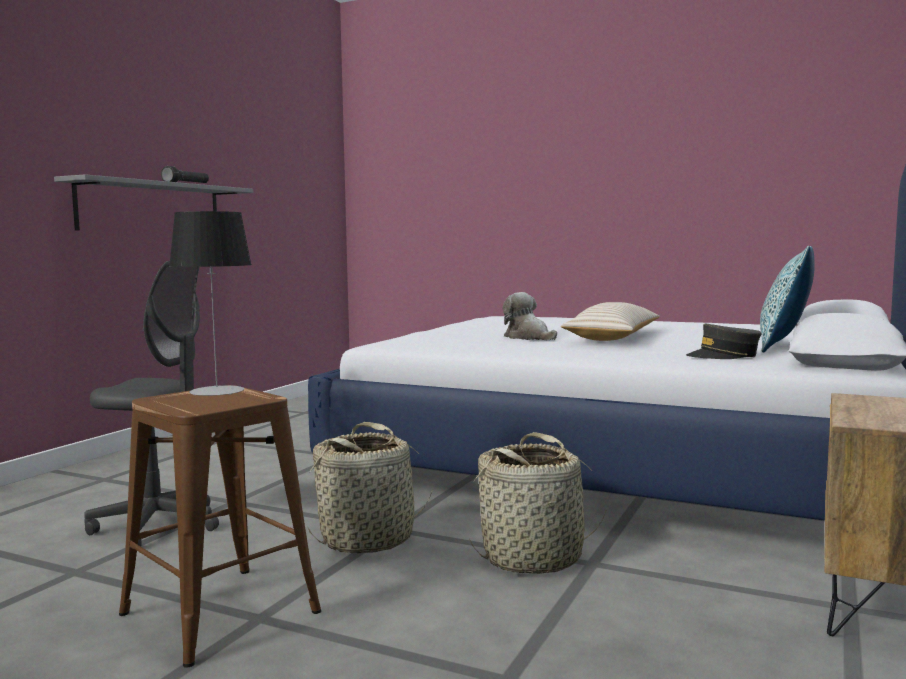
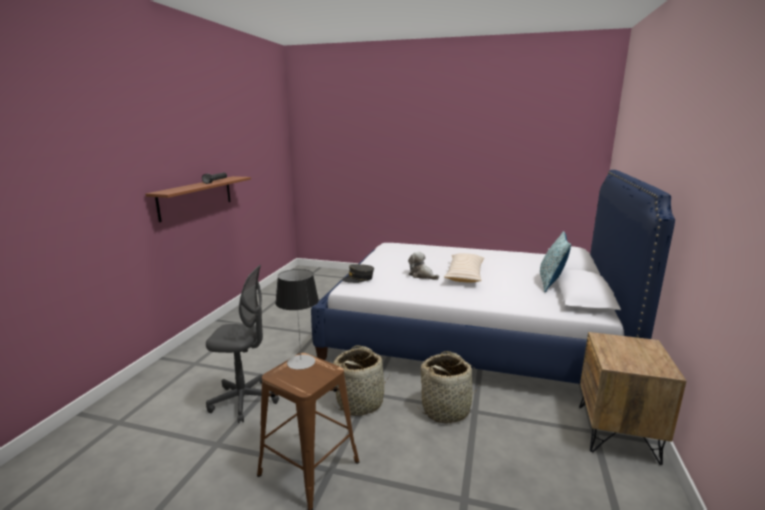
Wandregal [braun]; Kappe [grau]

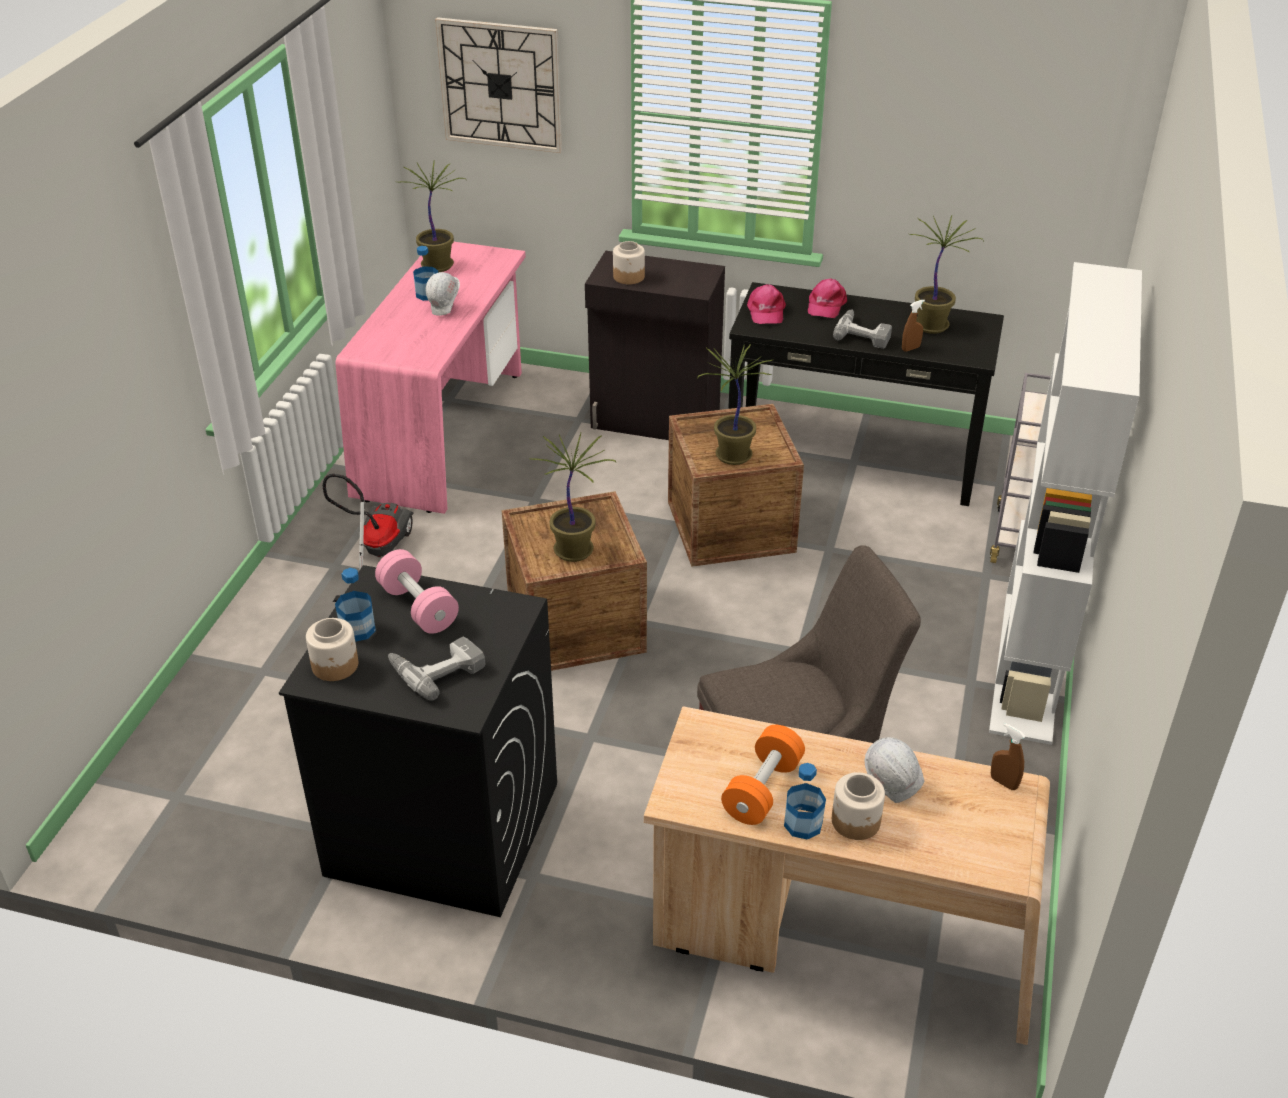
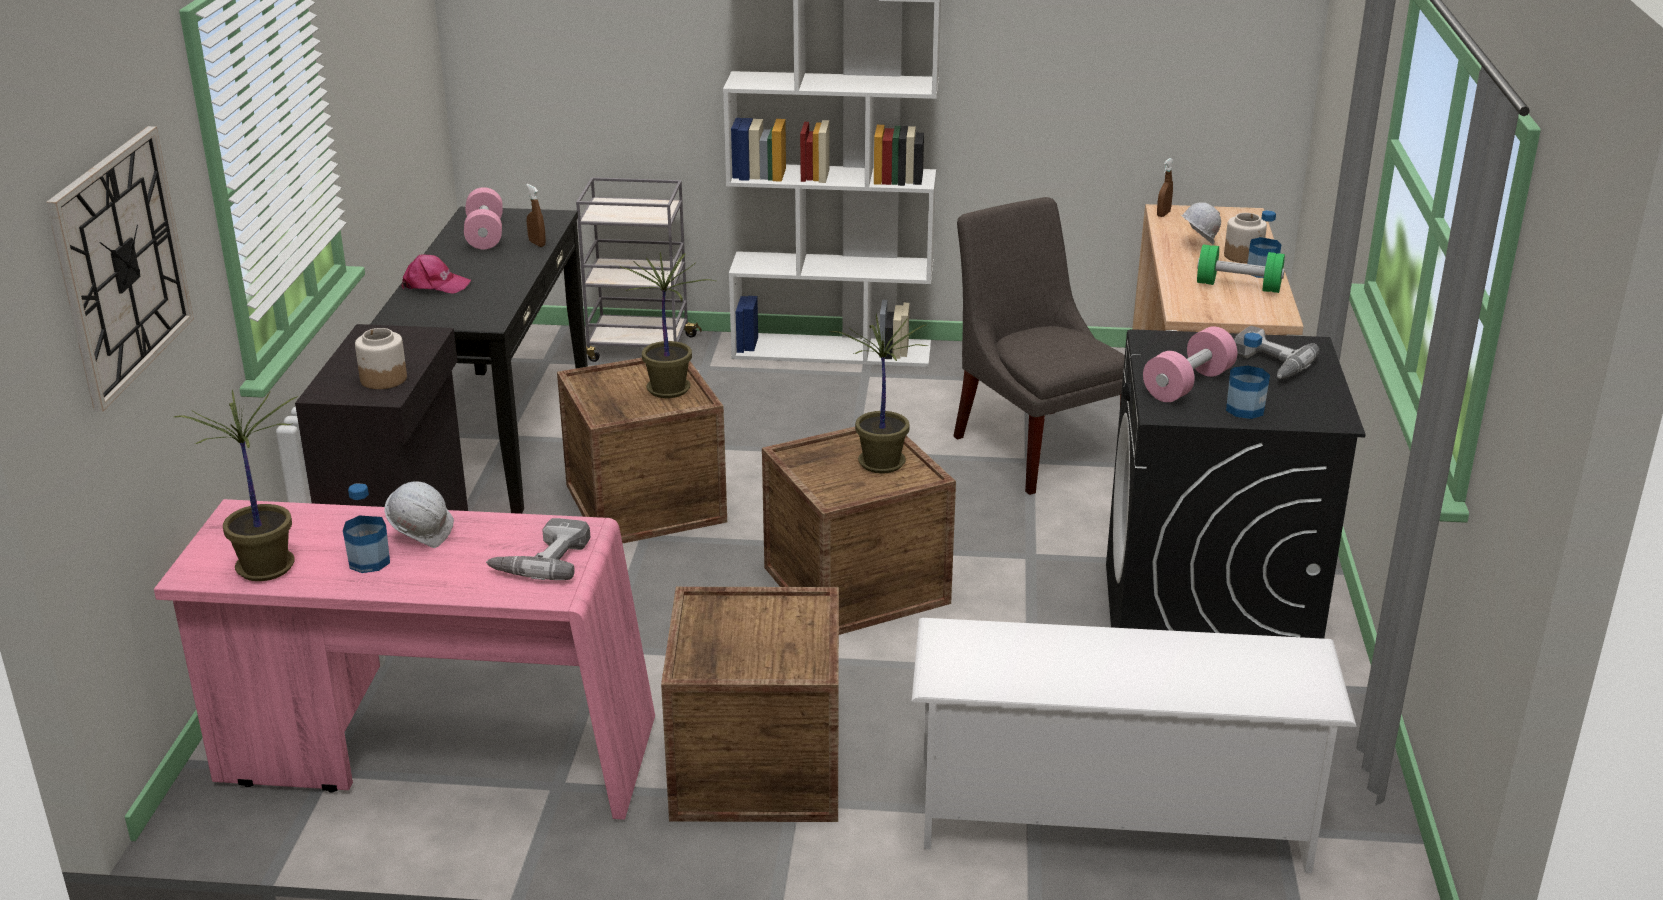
Hantel [rosa] (1st from left); Kappe [rosa] (1st from left in the first image); Bohrmaschine (1st from left); Kiste (2nd from left); Vorratsglas (1st from left in the first image); Hantel [grün]; Schuhregal [weiß]

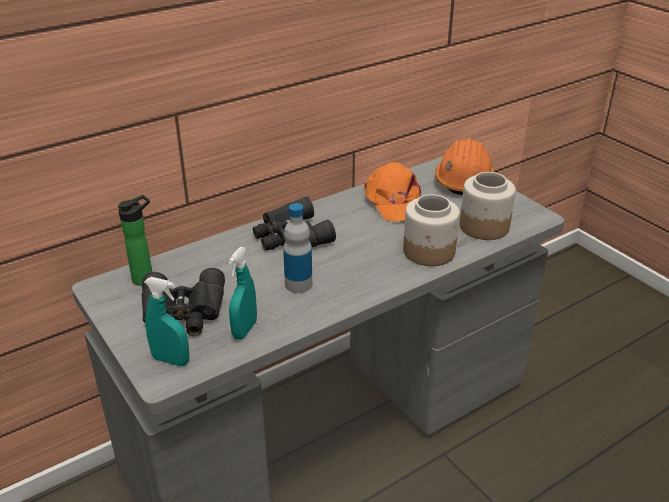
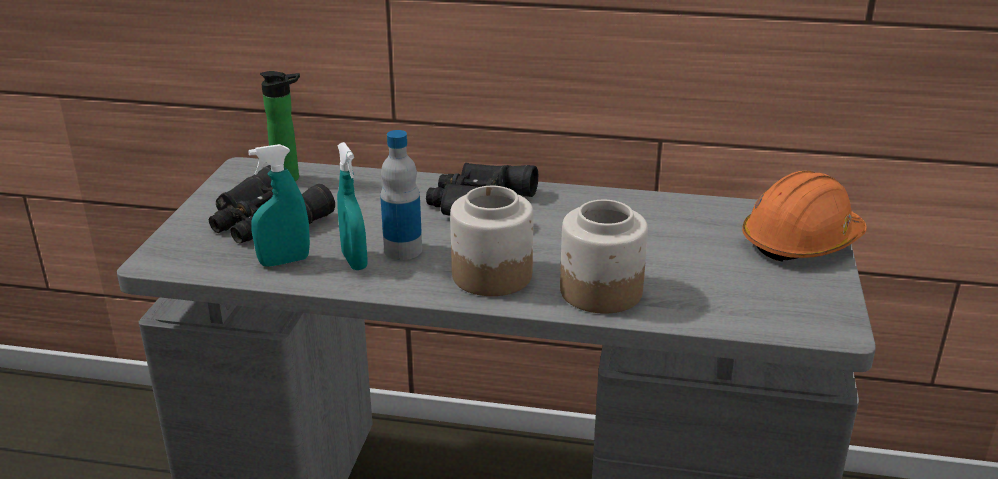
Kappe [orange]; Vorratsglas (1st from left); Sprühflasche [türkis] (2nd from left)

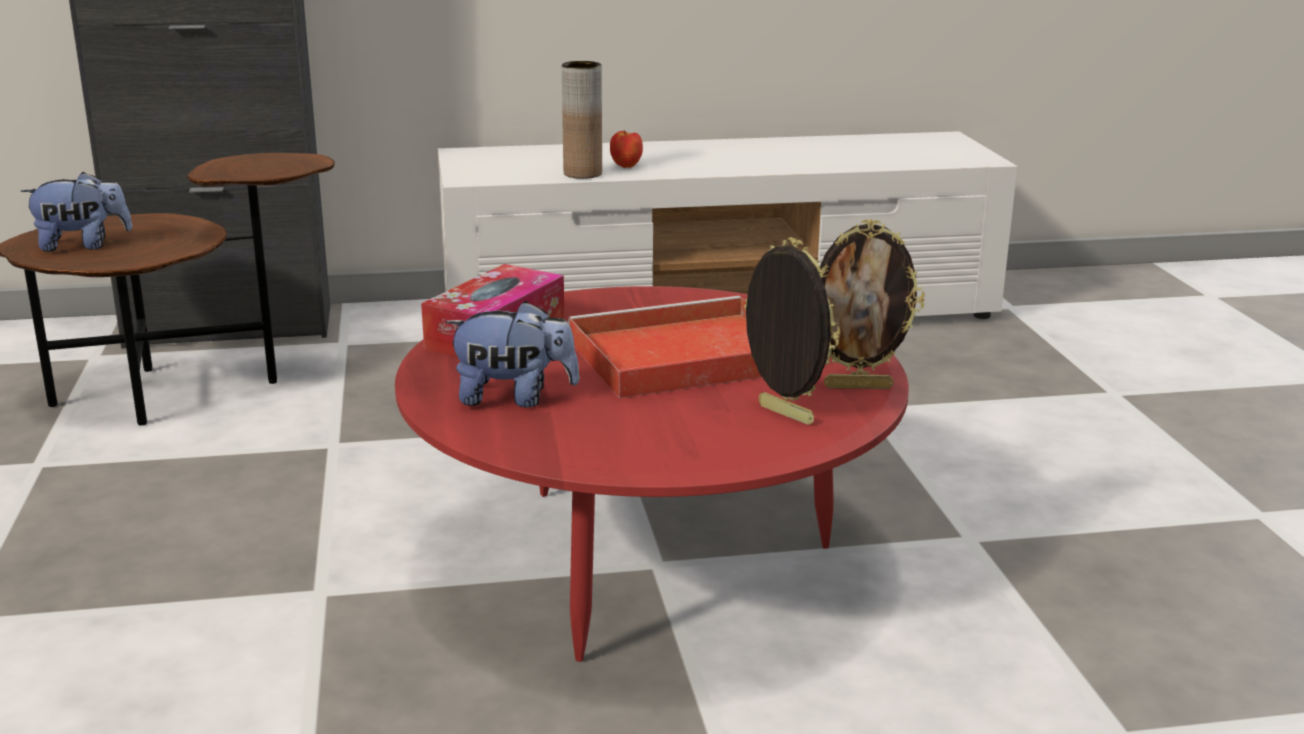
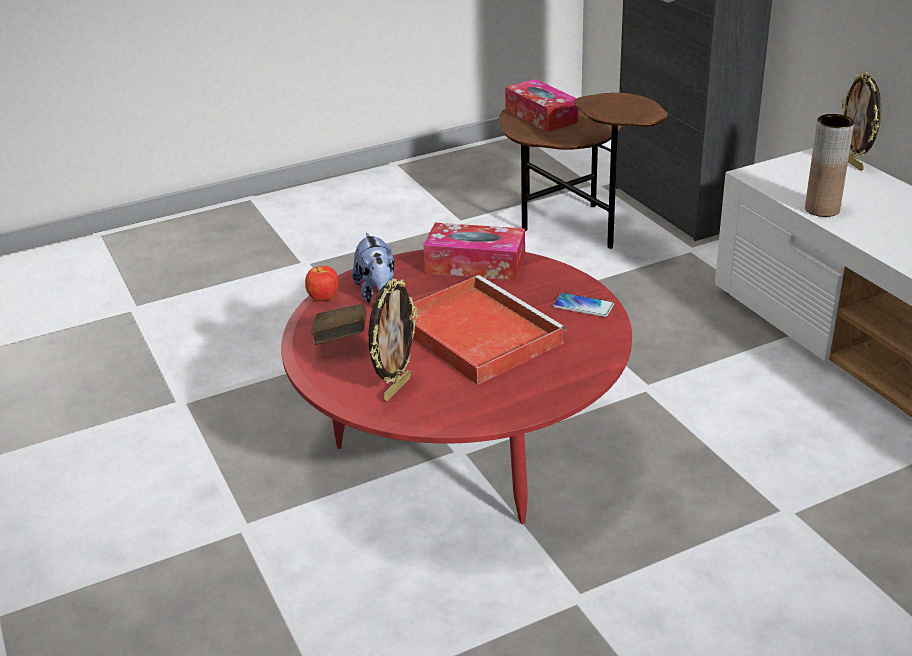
Apfel; Taschentuchbox (2nd from left); Bilderrahmen (2nd from left); Handy; Buch [braun]

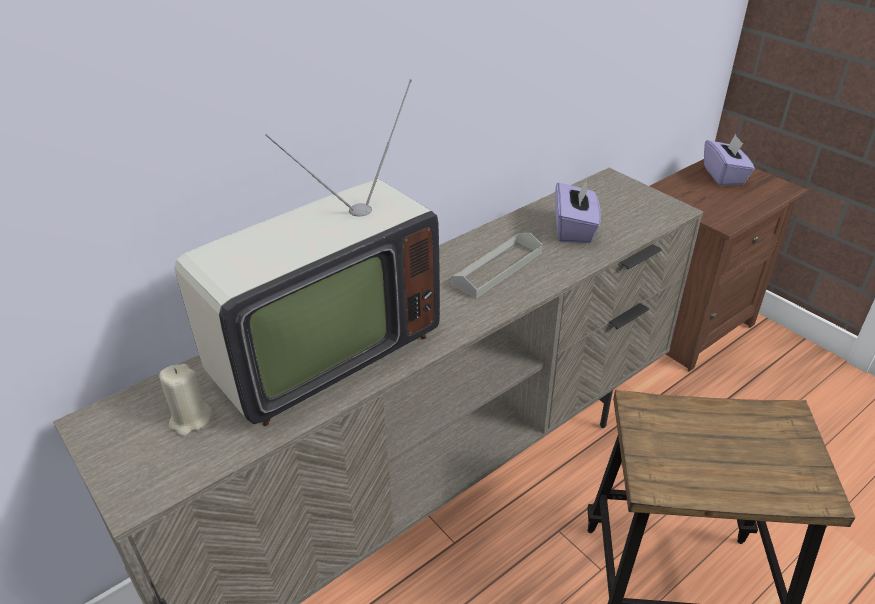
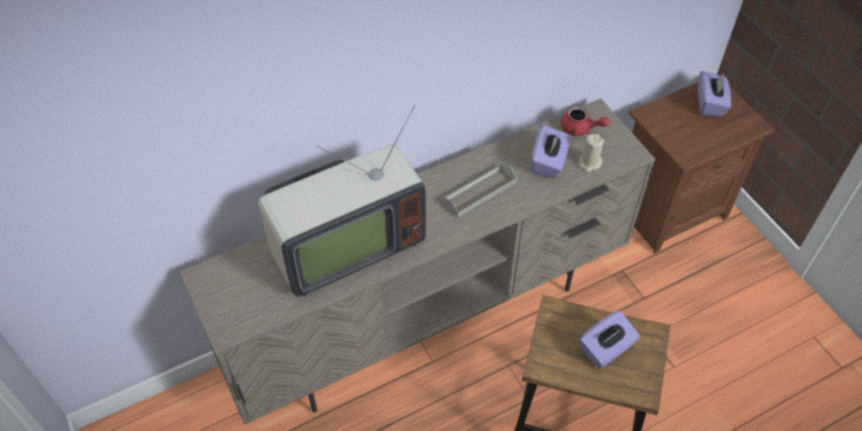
Kerze [beige]; Teekanne [rot]; Taschentuchbox [lila] (2nd from left)

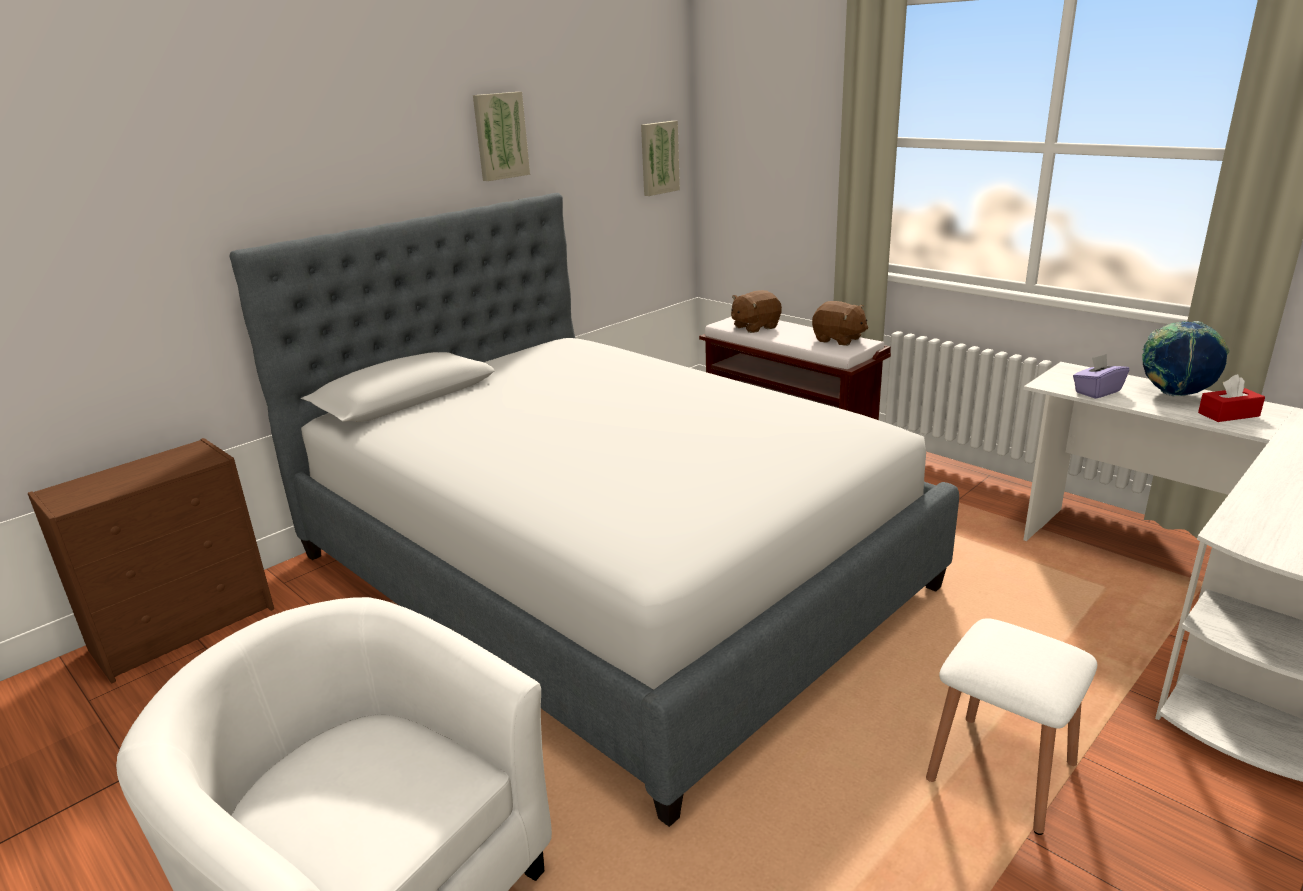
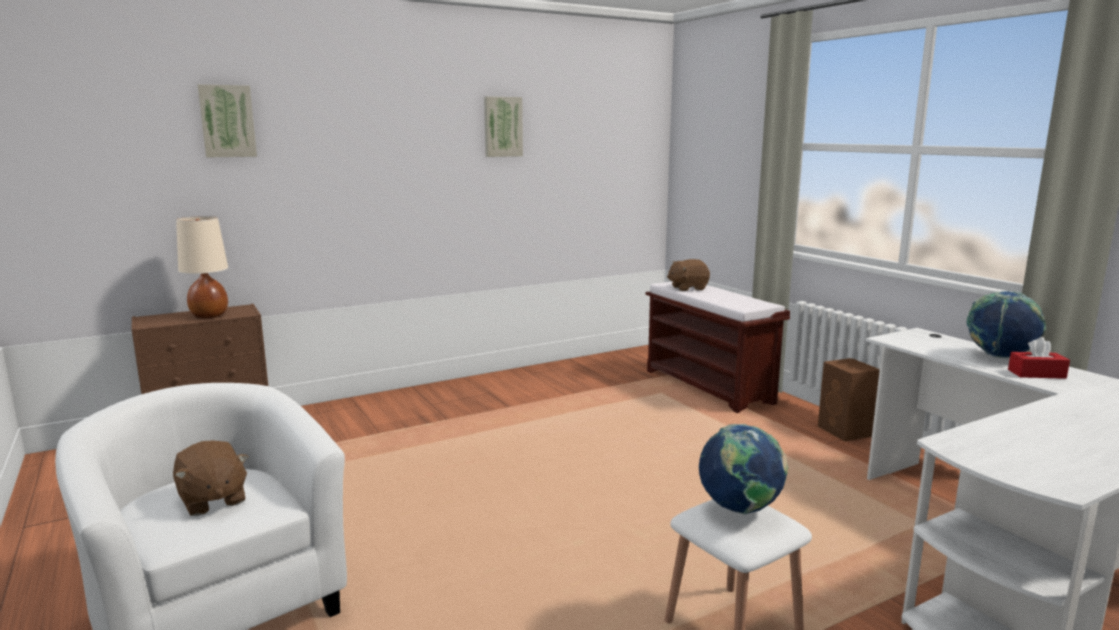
Bild (1st from left); Bett; Plüschtier [braun] (1st from left); Taschentuchbox [lila]; Tischlampe [beige]; Lautsprecher [braun]; Globus (1st from left)

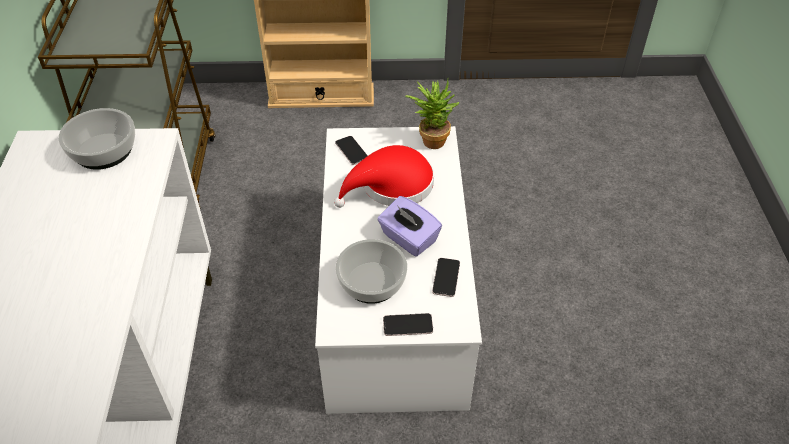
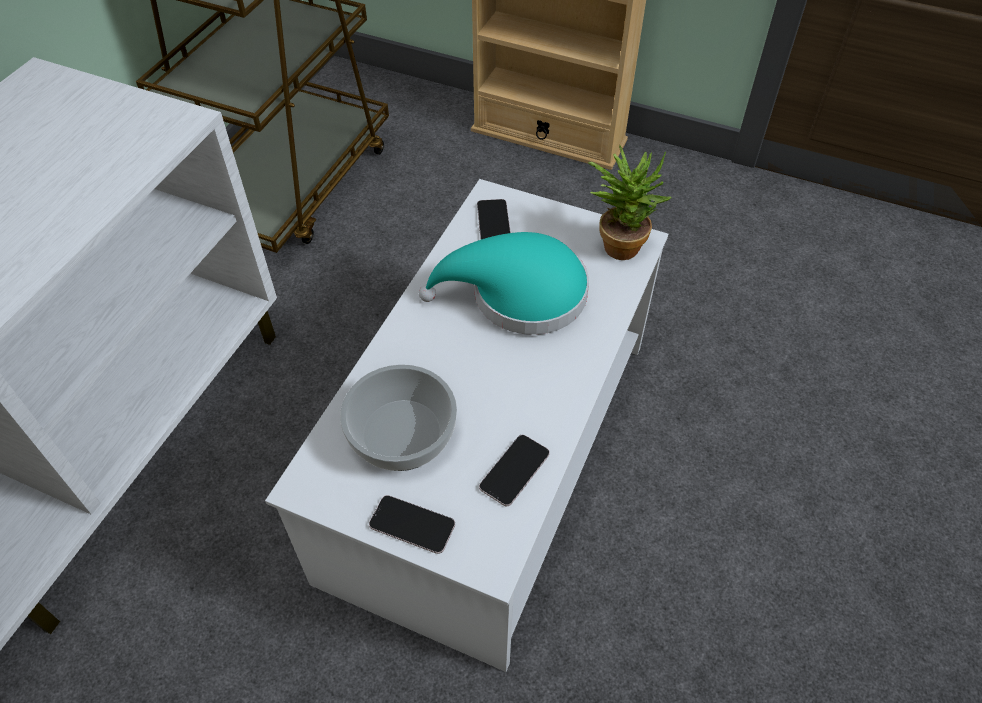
Schüssel (1st from left in the first image); Hut [türkis]; Taschentuchbox [lila]

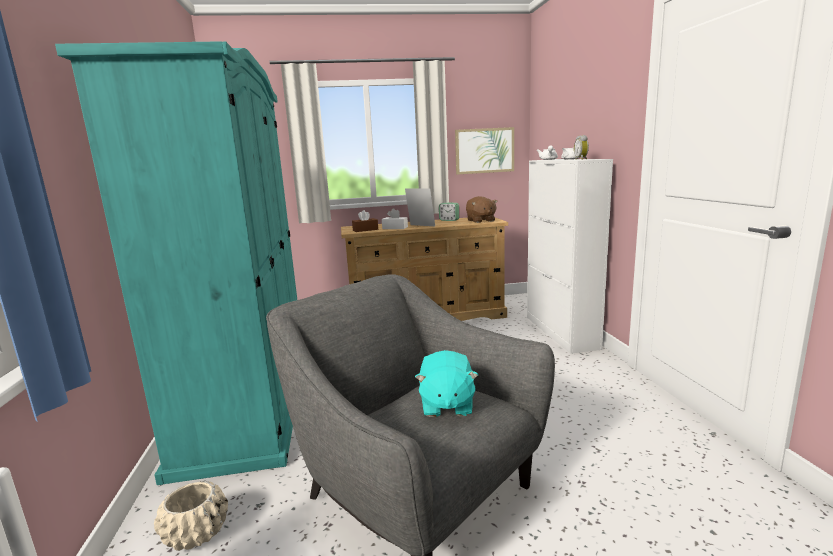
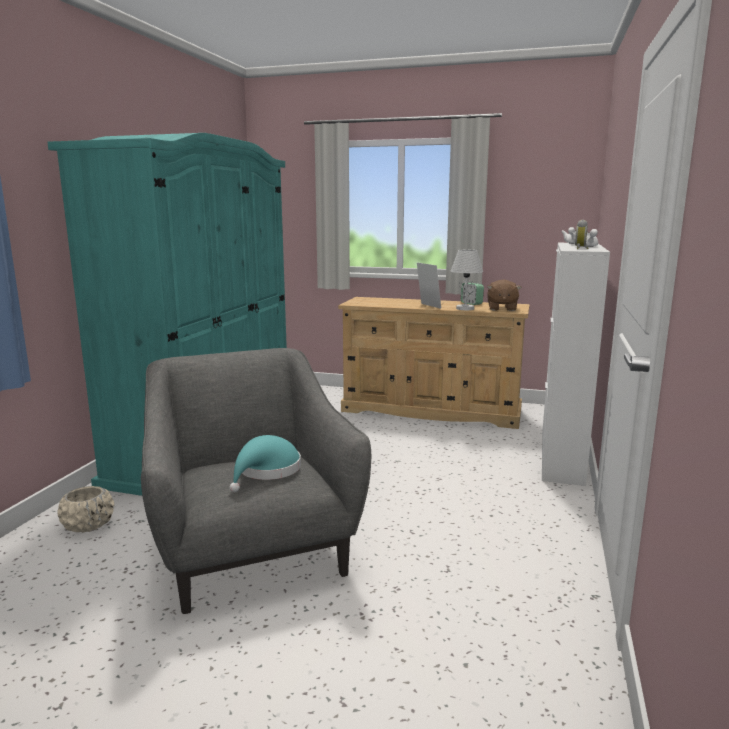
Bild; Taschentuchbox [weiß]; Taschentuchbox [braun]; Hut [türkis]; Tischlampe [weiß]

